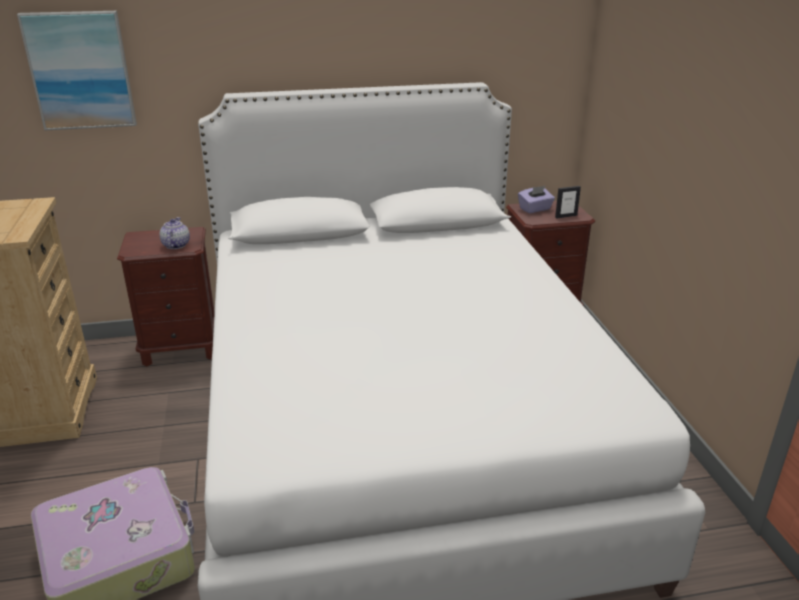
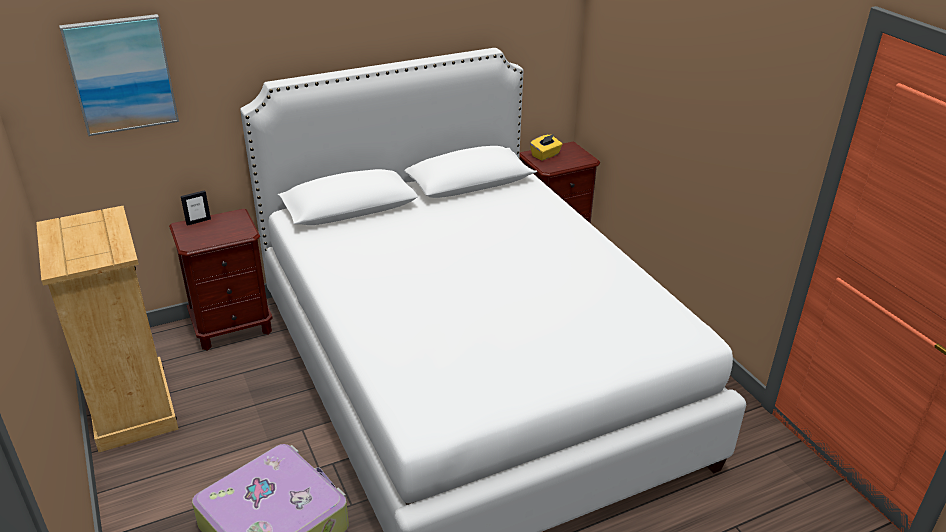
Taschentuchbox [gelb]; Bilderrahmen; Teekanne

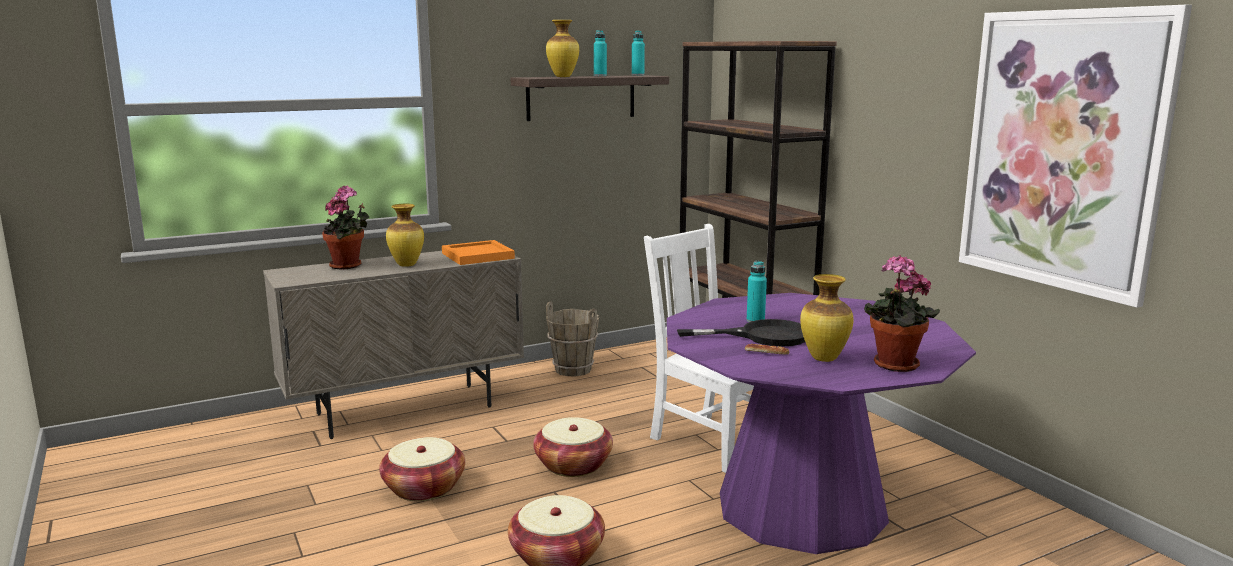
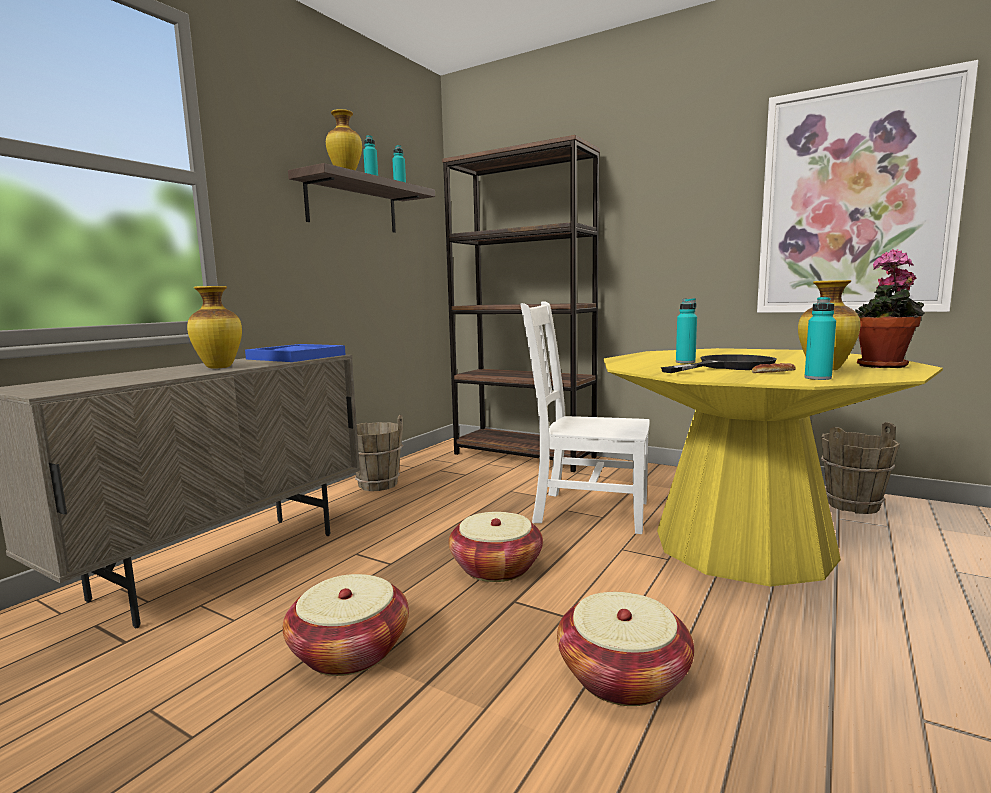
Topfpflanze (1st from left in the first image); Tablett [blau]; Esstisch [gelb]; Flasche [türkis] (4th from left); Eimer [braun] (2nd from left)

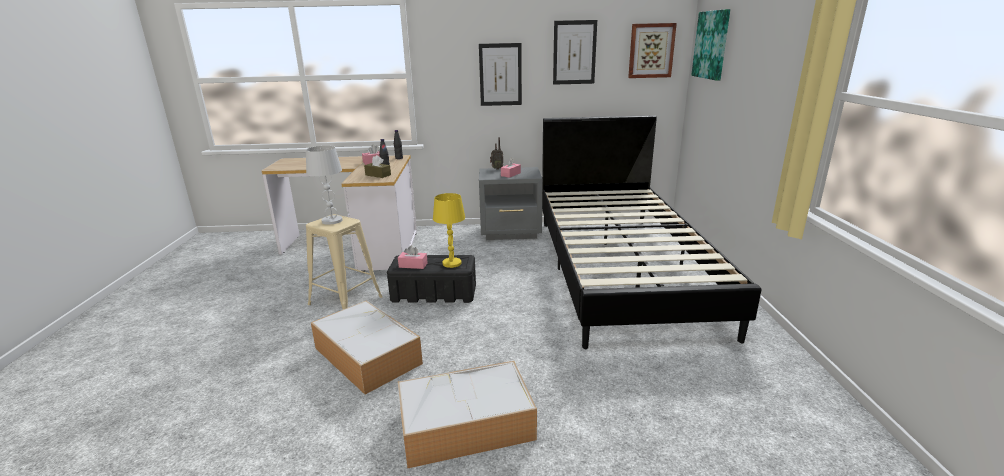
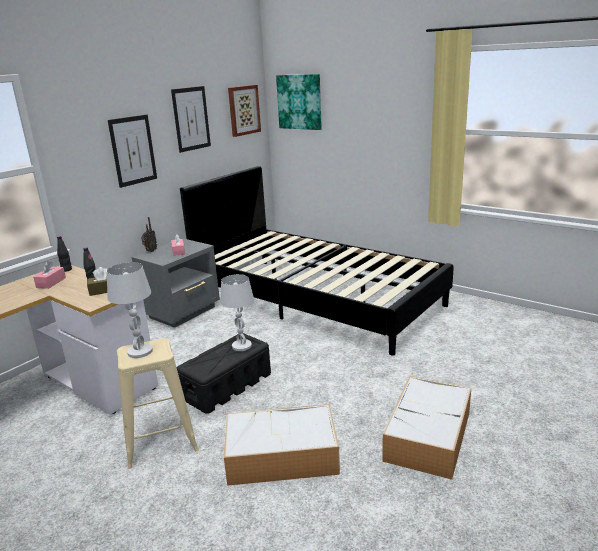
Tischlampe [weiß] (2nd from left); Taschentuchbox [rosa] (2nd from left in the first image)

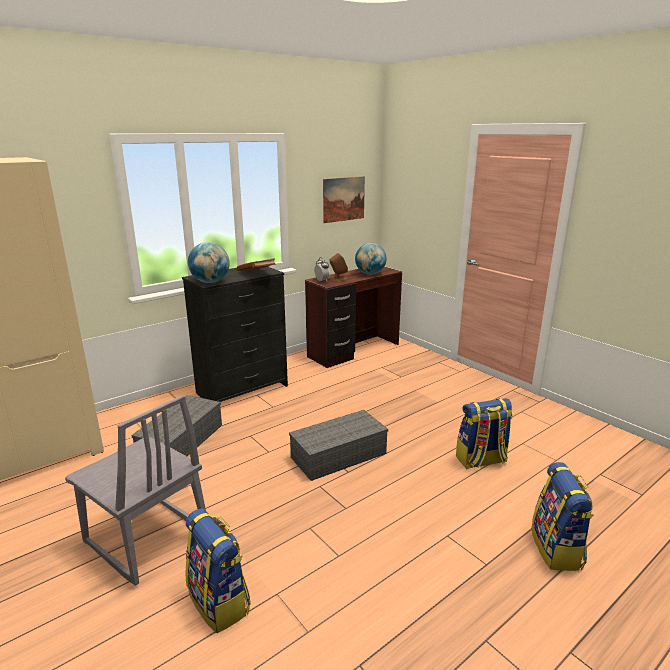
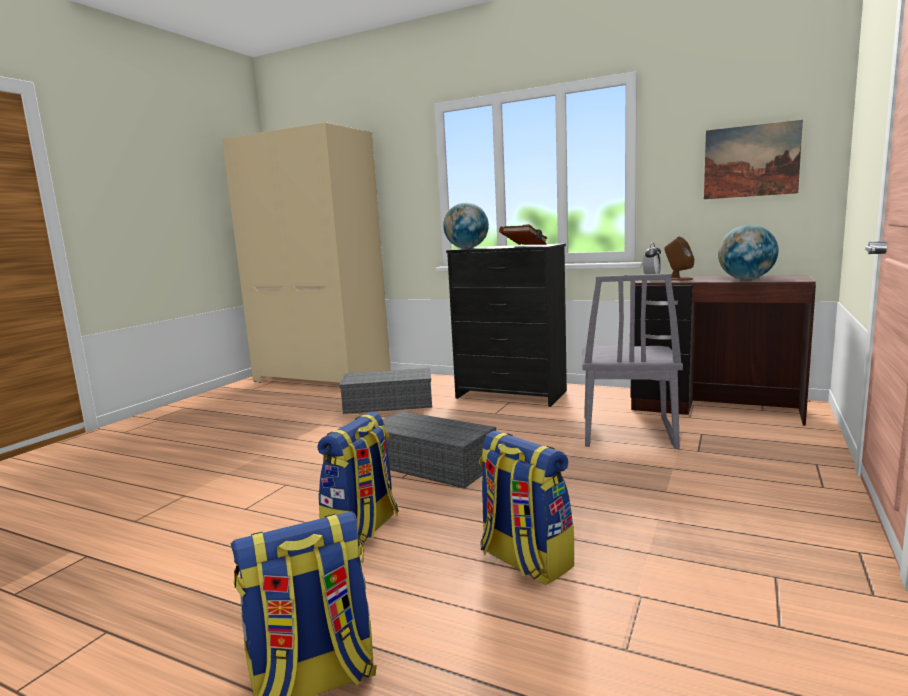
Stuhl [grau]; Rucksack (2nd from left)

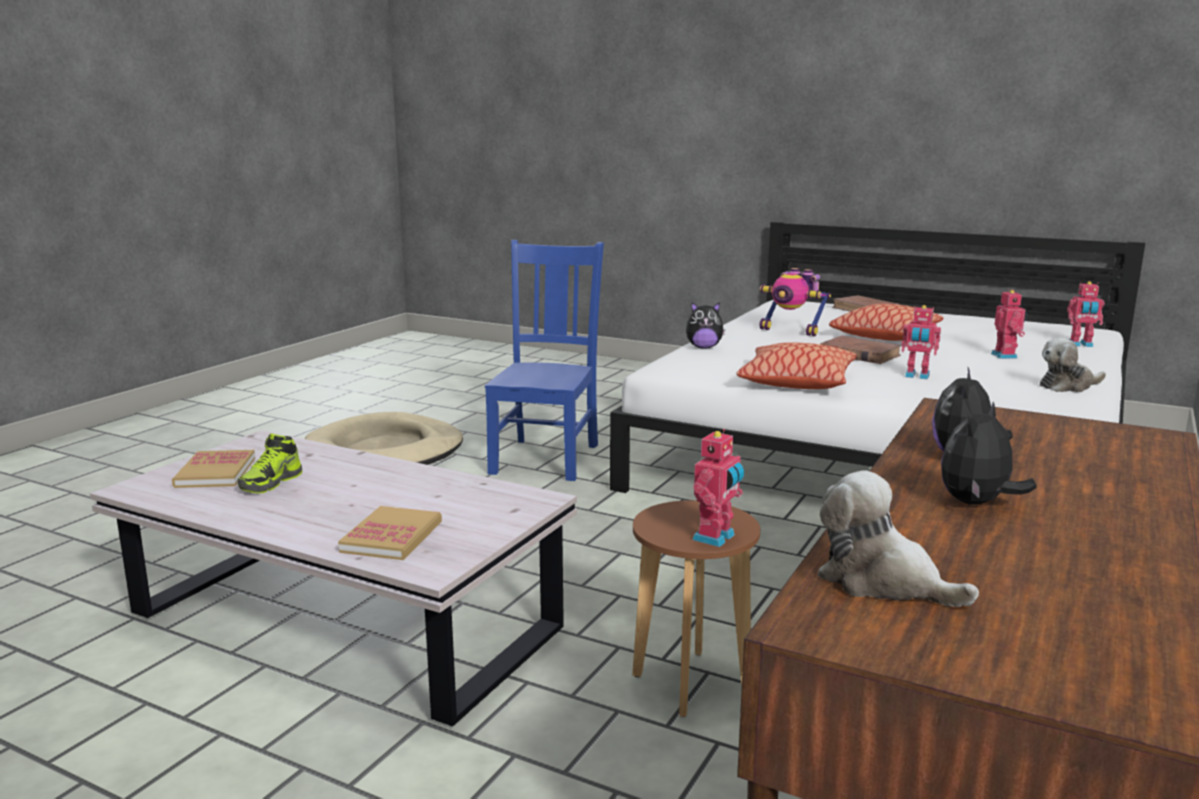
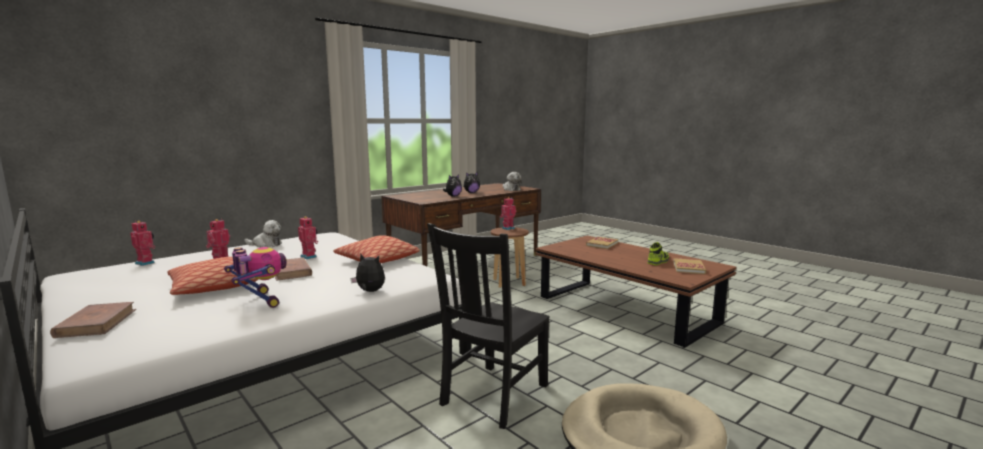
Stuhl [schwarz]; Couchtisch [braun]

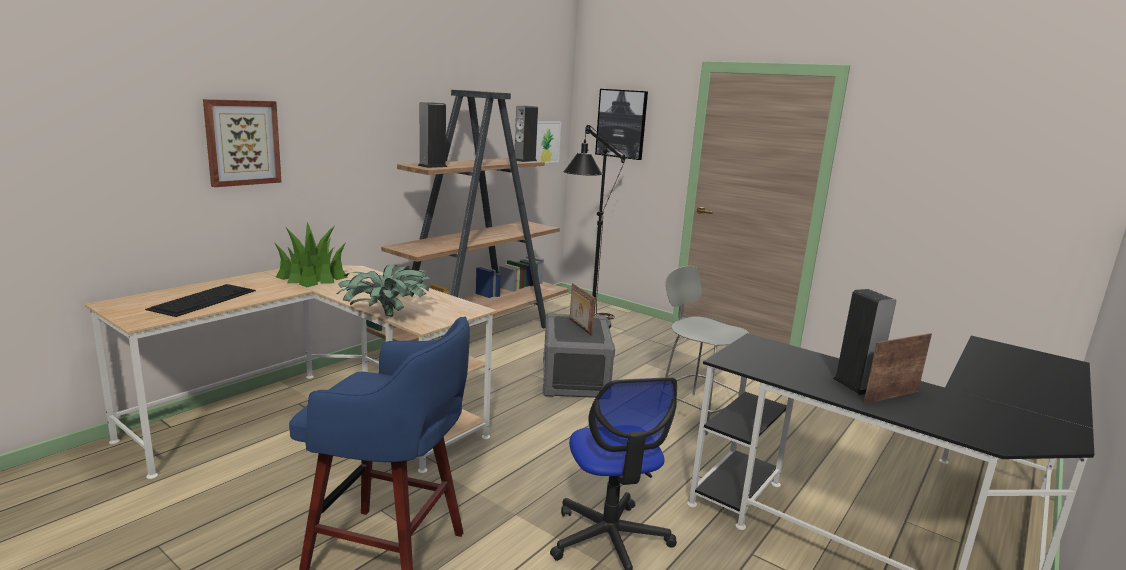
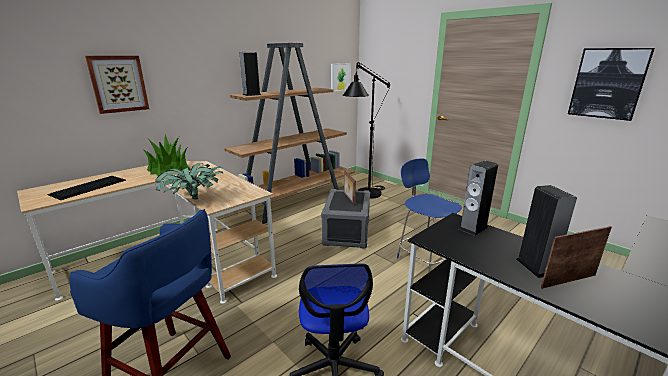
Bild (3rd from left); Lautsprecher (2nd from left); Stuhl [blau]

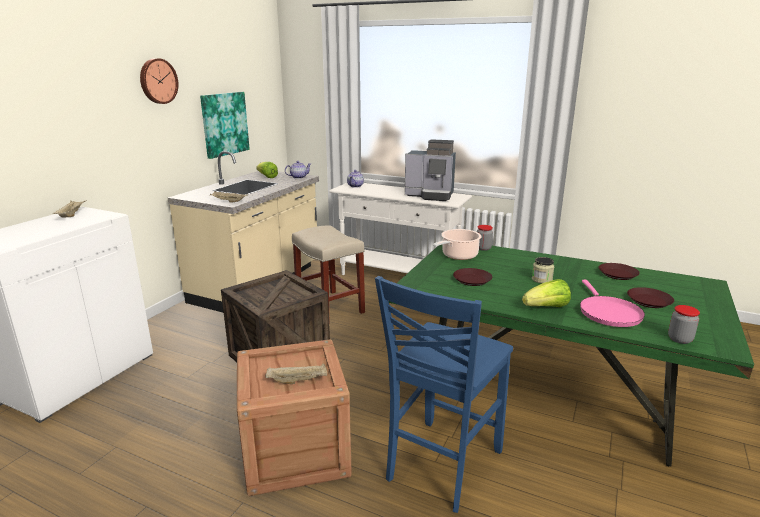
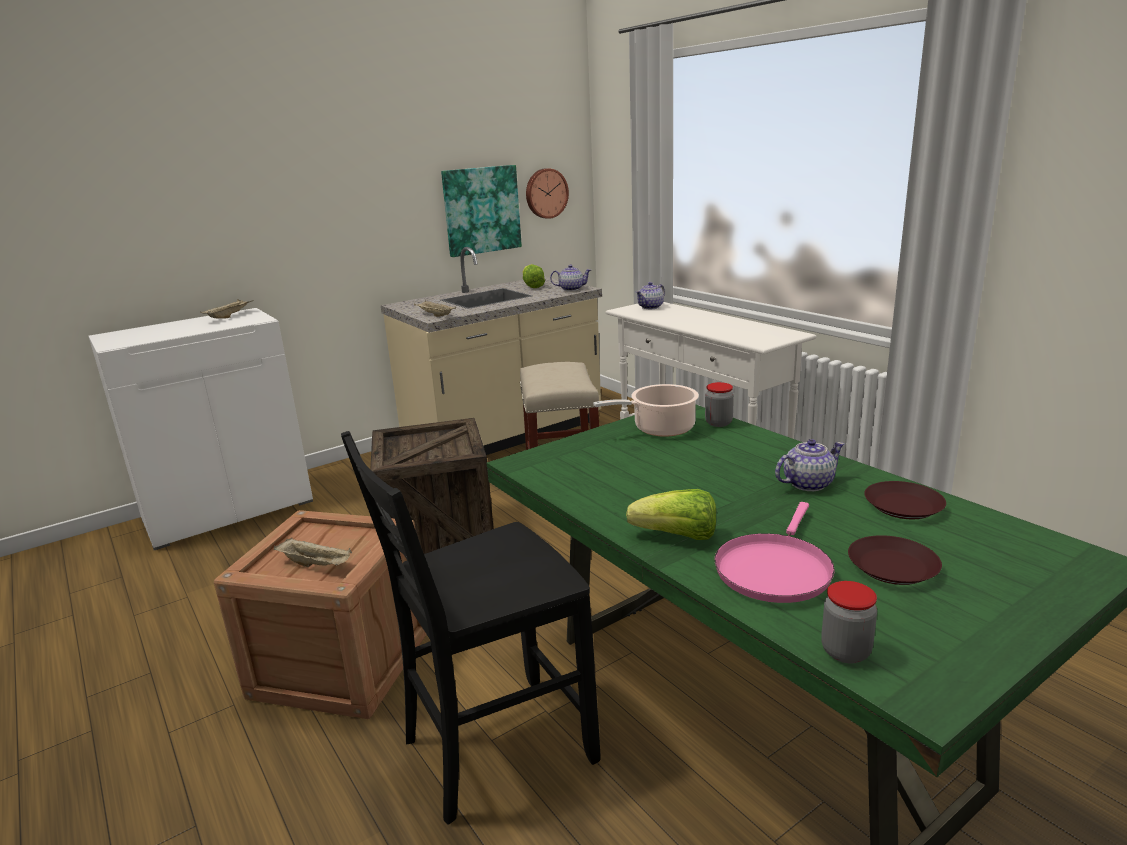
Wanduhr; Kaffeemaschine; Vorratsglas (2nd from left in the first image); Teller [braun] (1st from left in the first image); Stuhl [schwarz]; Teekanne (3rd from left)

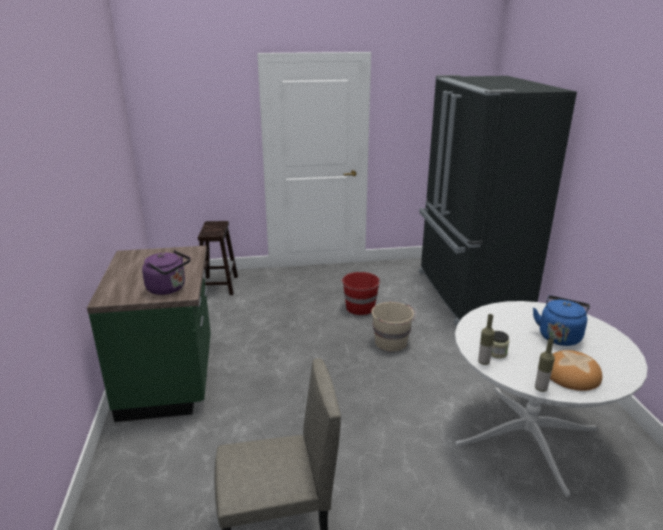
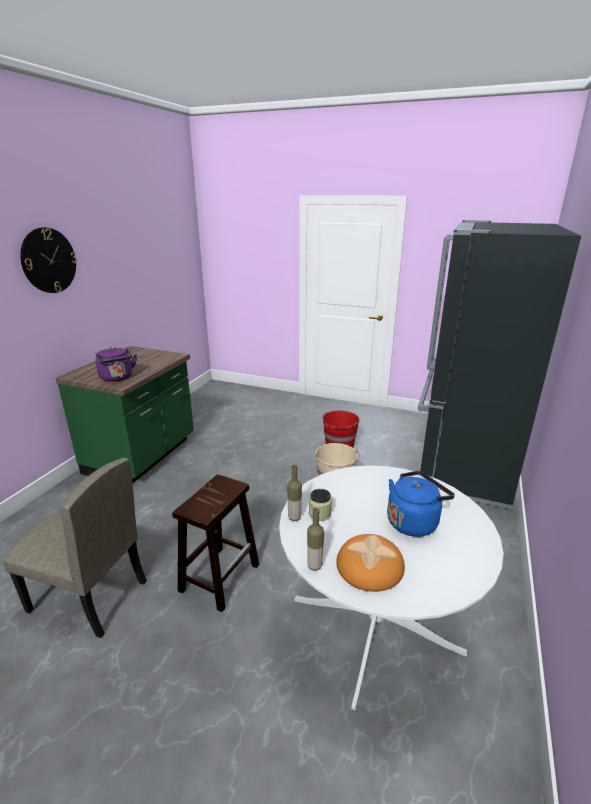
Hocker [braun]; Wanduhr

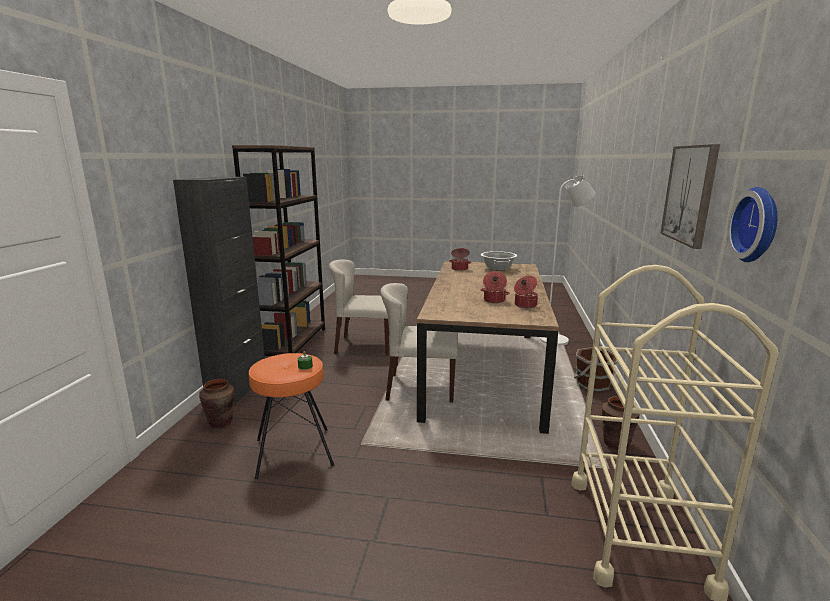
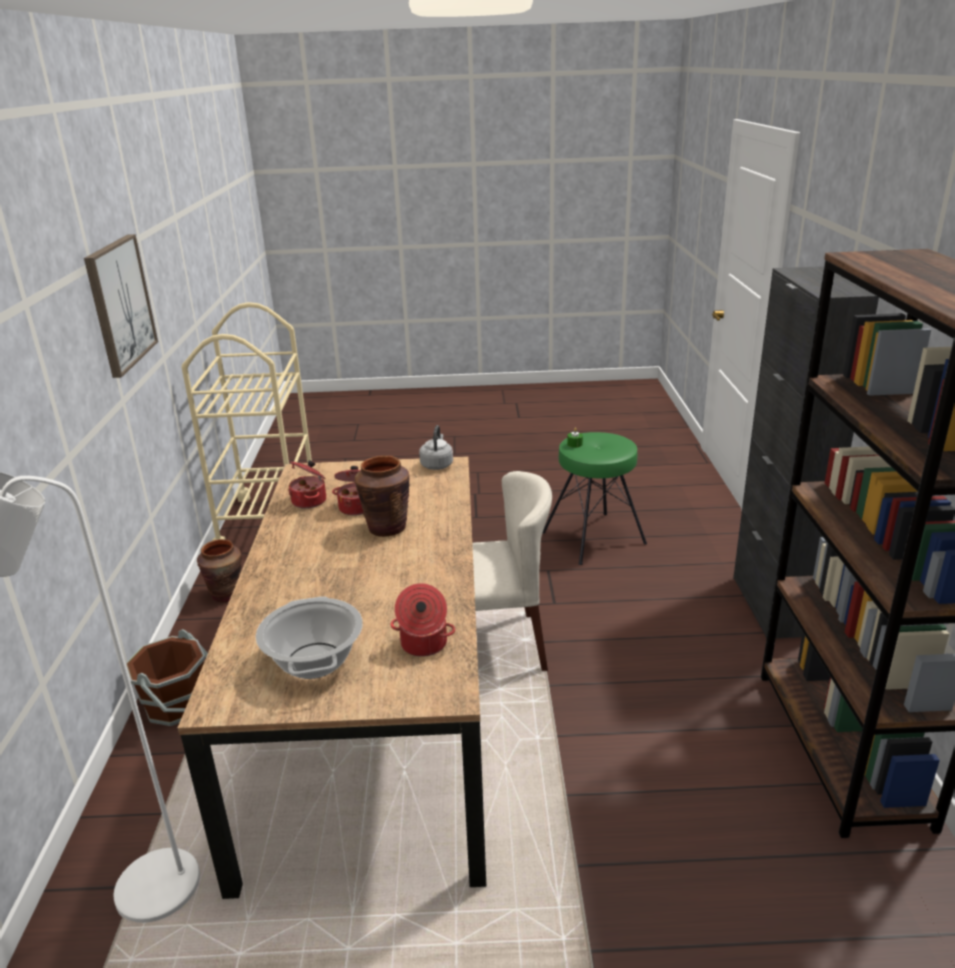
Wanduhr; Stuhl [beige] (1st from left in the first image); Hocker [grün]; Vase [braun] (2nd from left); Wasserkessel [grau]

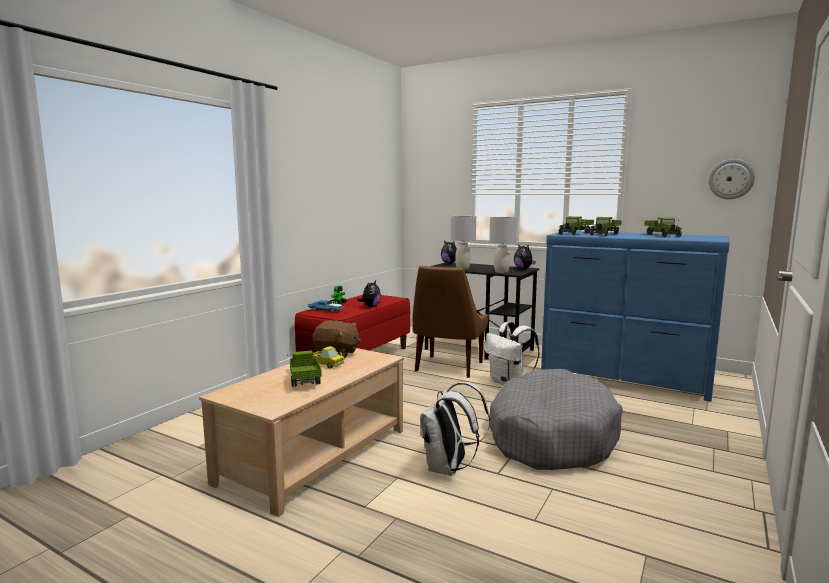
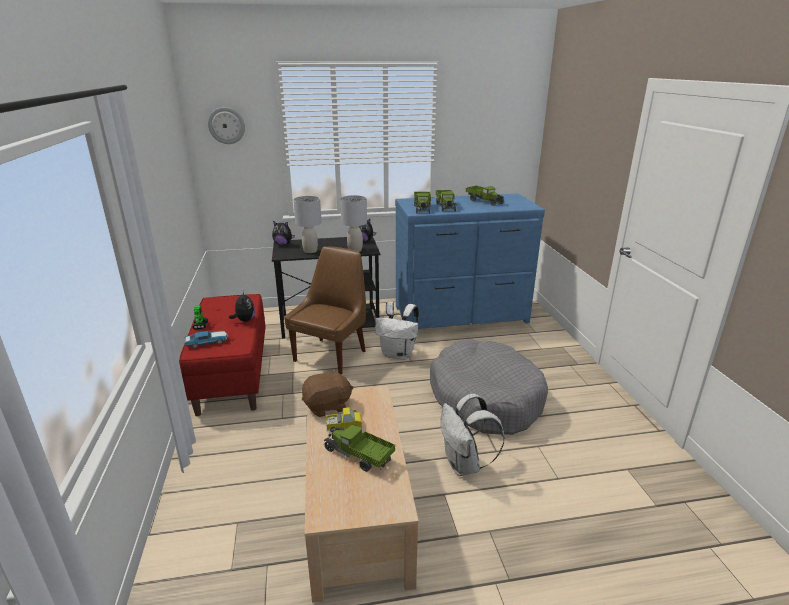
Wanduhr; Stuhl [braun]

